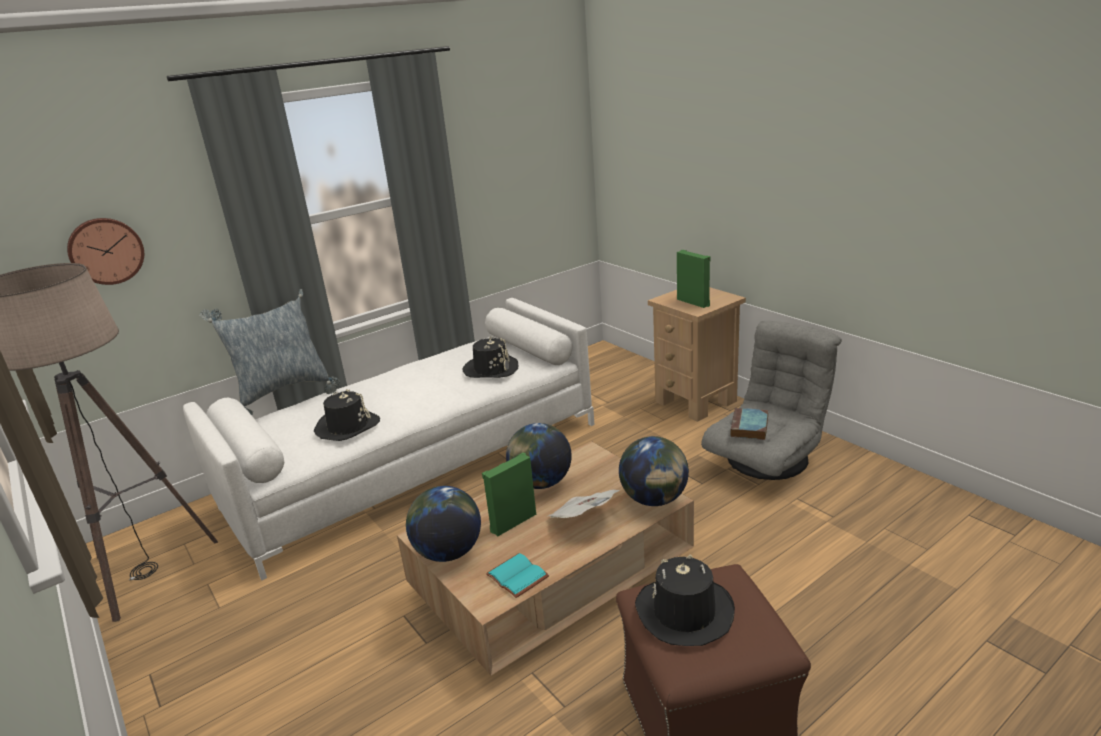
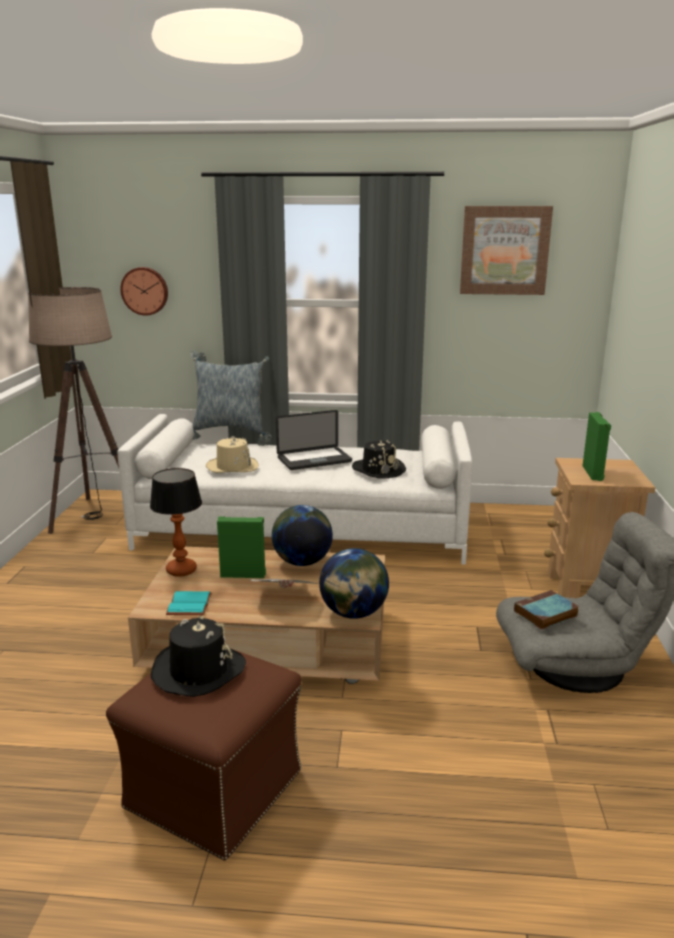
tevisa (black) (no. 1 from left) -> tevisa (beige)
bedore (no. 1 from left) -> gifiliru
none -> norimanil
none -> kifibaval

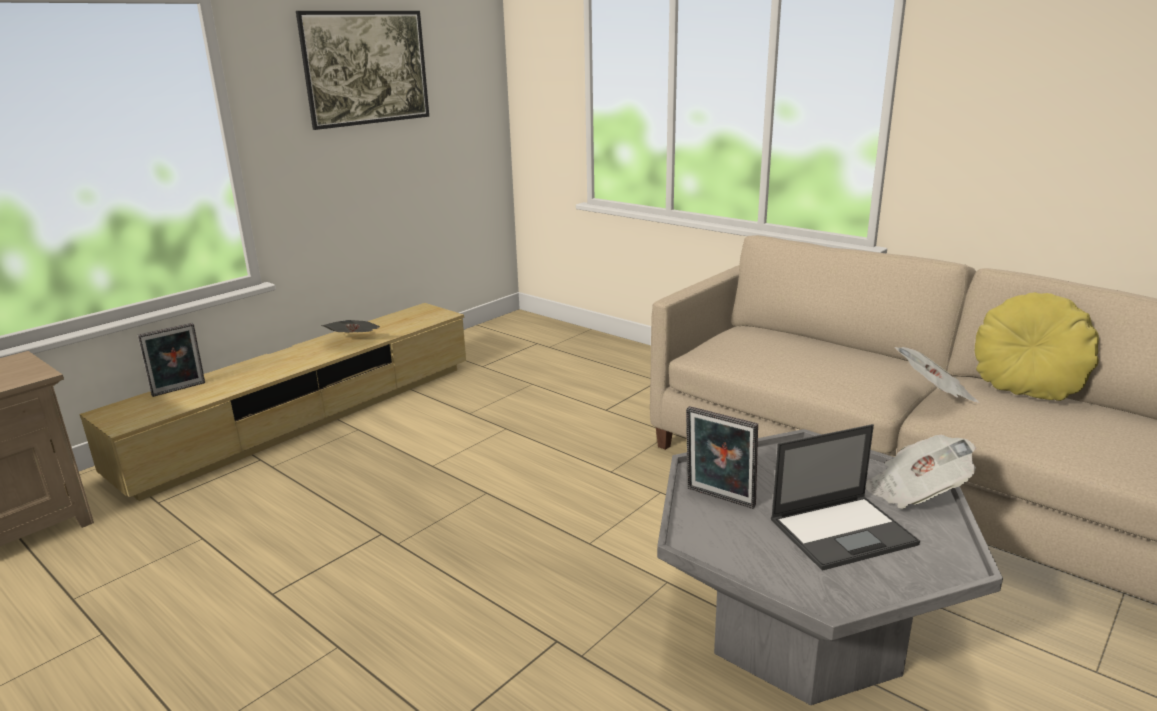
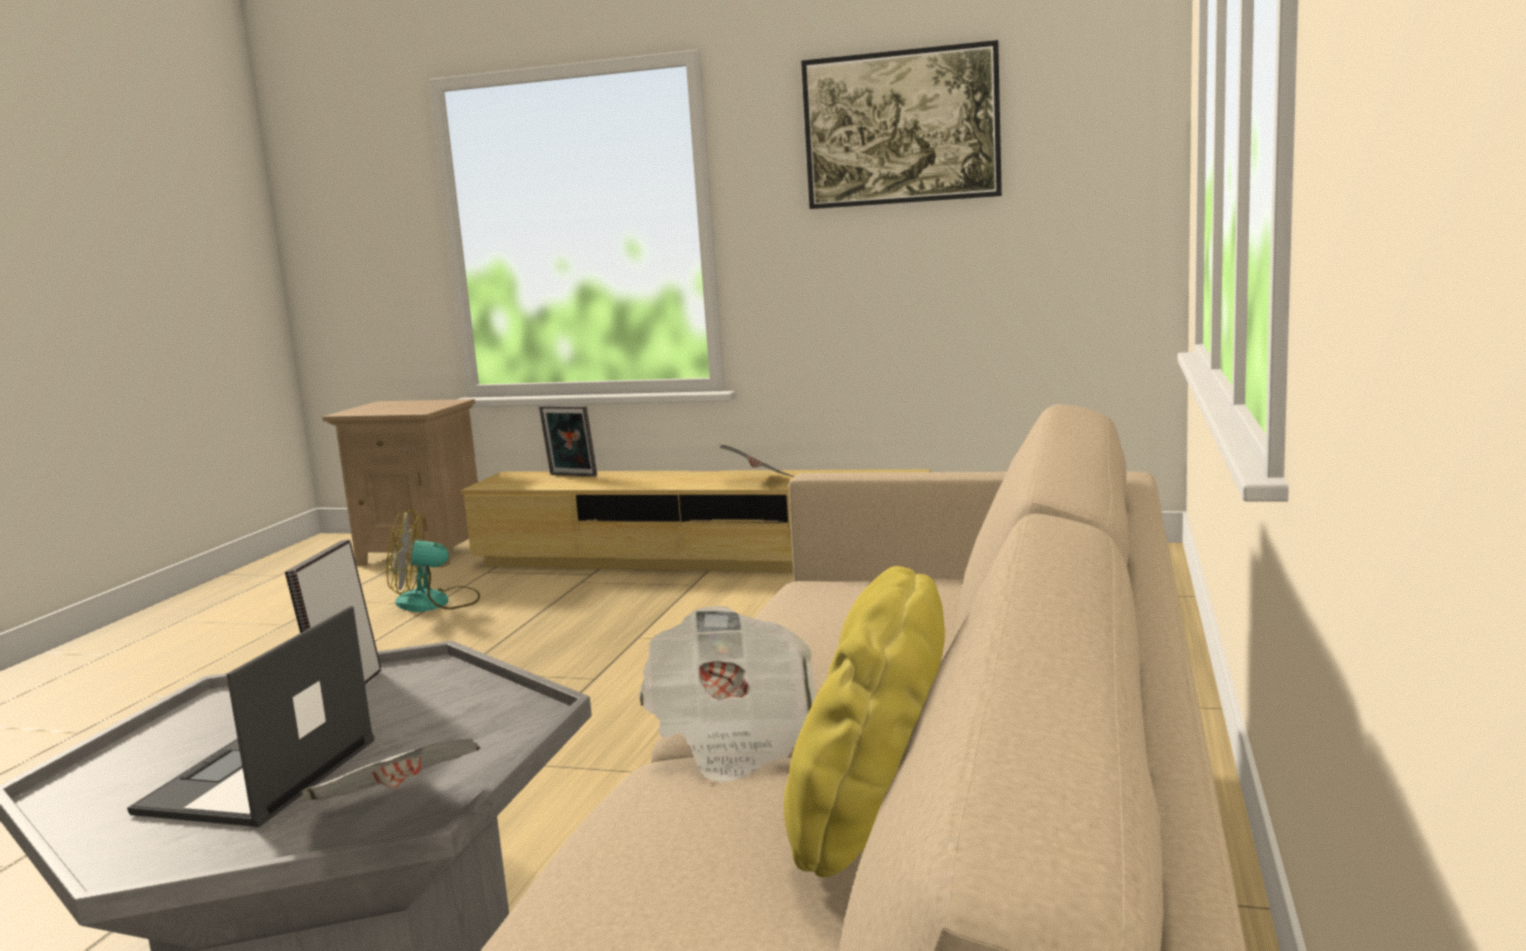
kifibaval, 60 degrees clockwise
none -> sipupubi

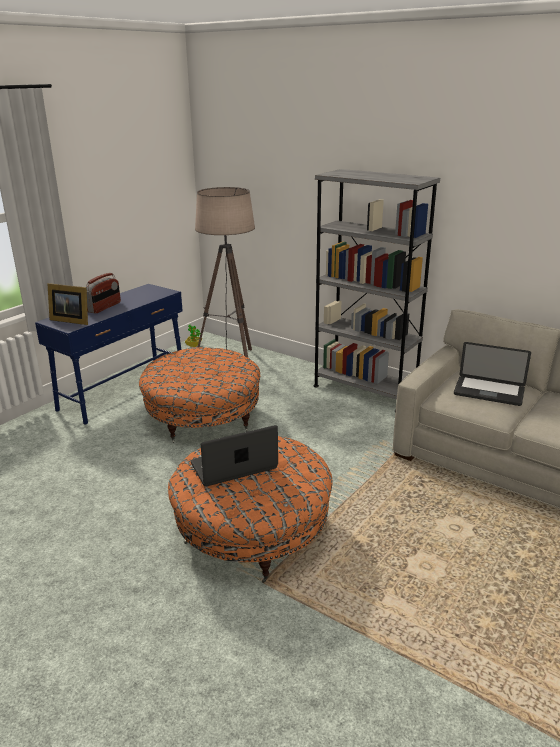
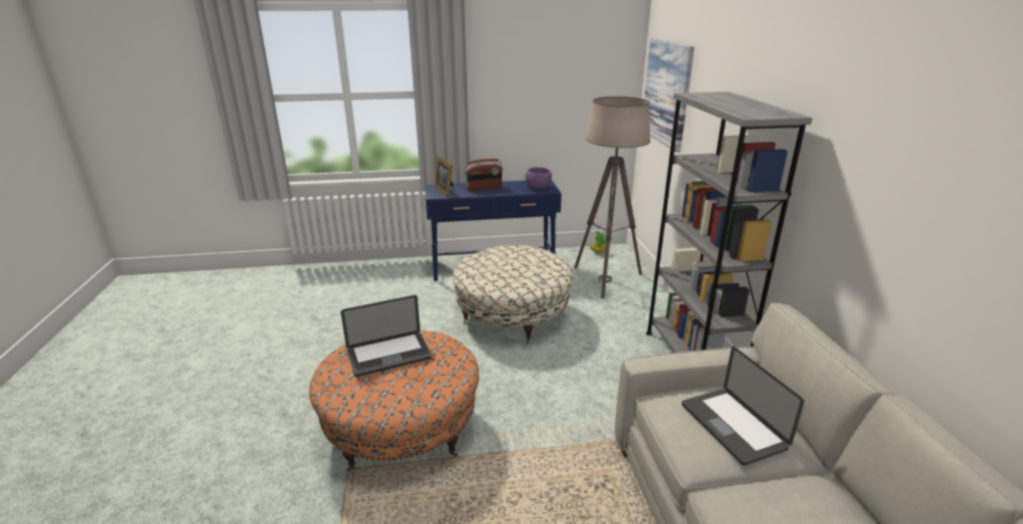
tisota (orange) (no. 1 from left) -> tisota (beige)
kifibaval (no. 1 from left), 135 degrees clockwise
none -> norimanil
none -> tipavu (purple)

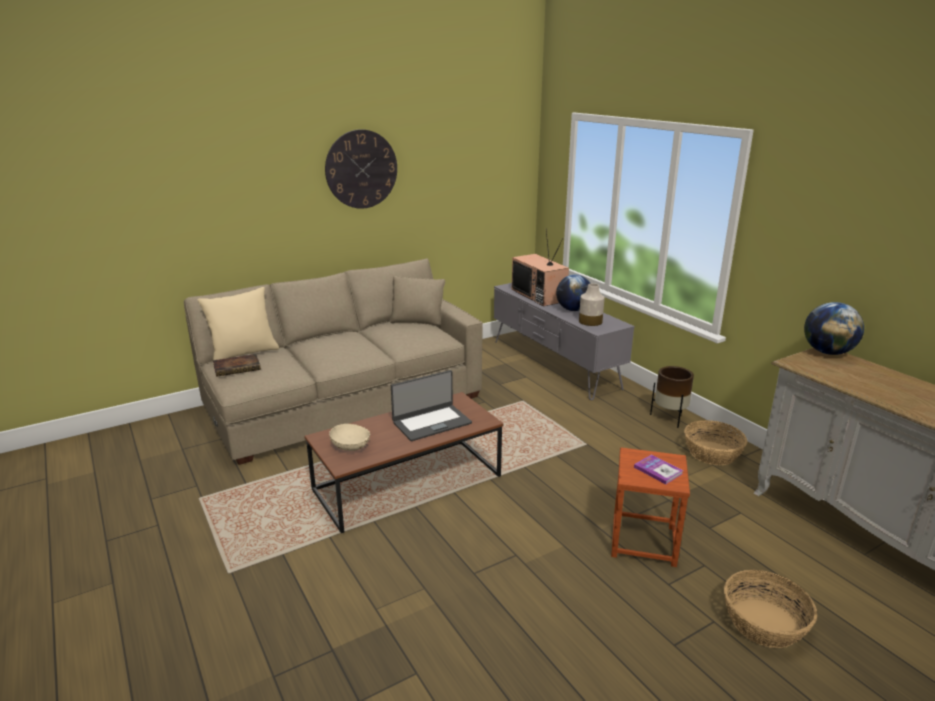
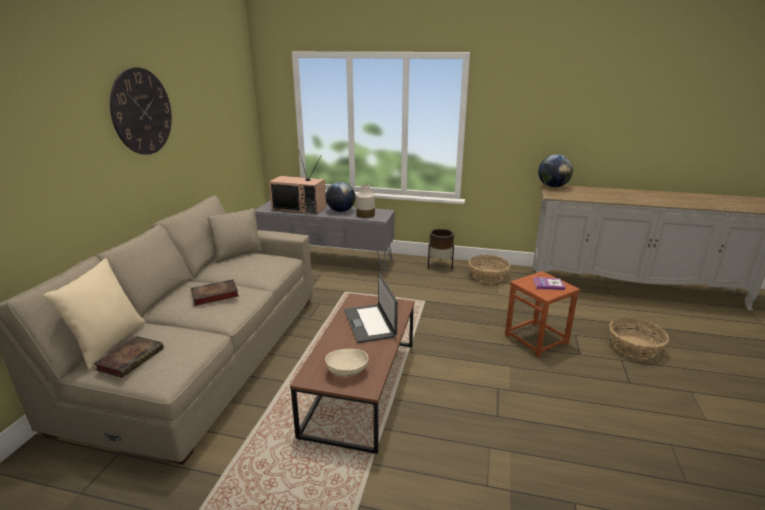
kifibaval, 150 degrees clockwise
none -> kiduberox (no. 2 from left)

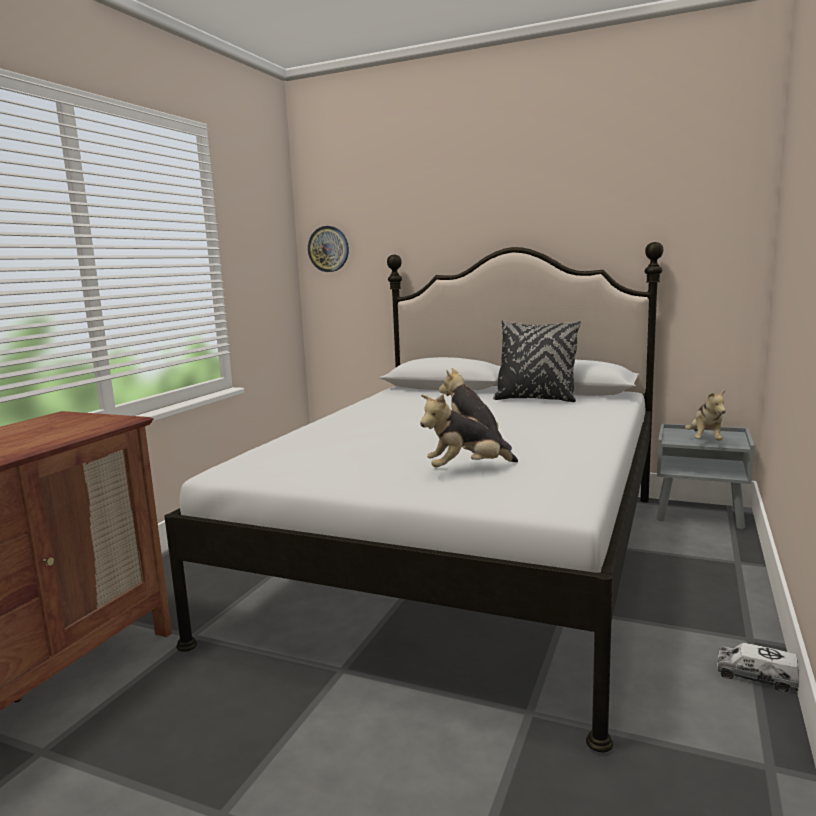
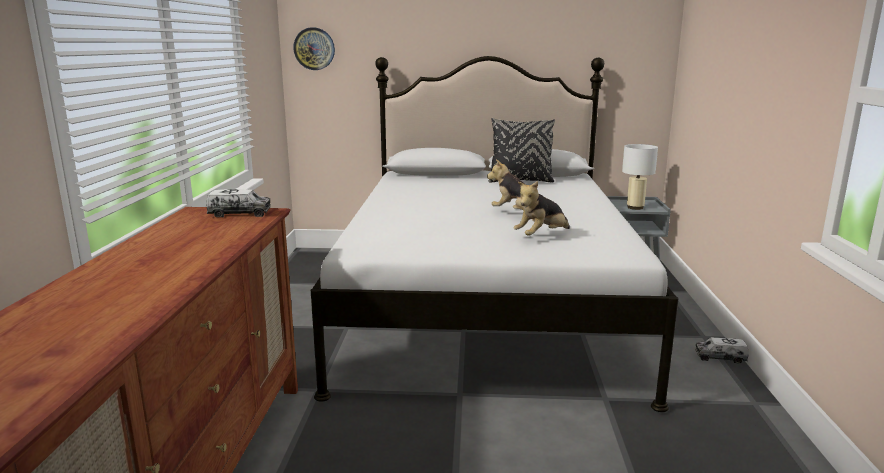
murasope (no. 3 from left) -> gifiliru (white)
none -> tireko (no. 1 from left)

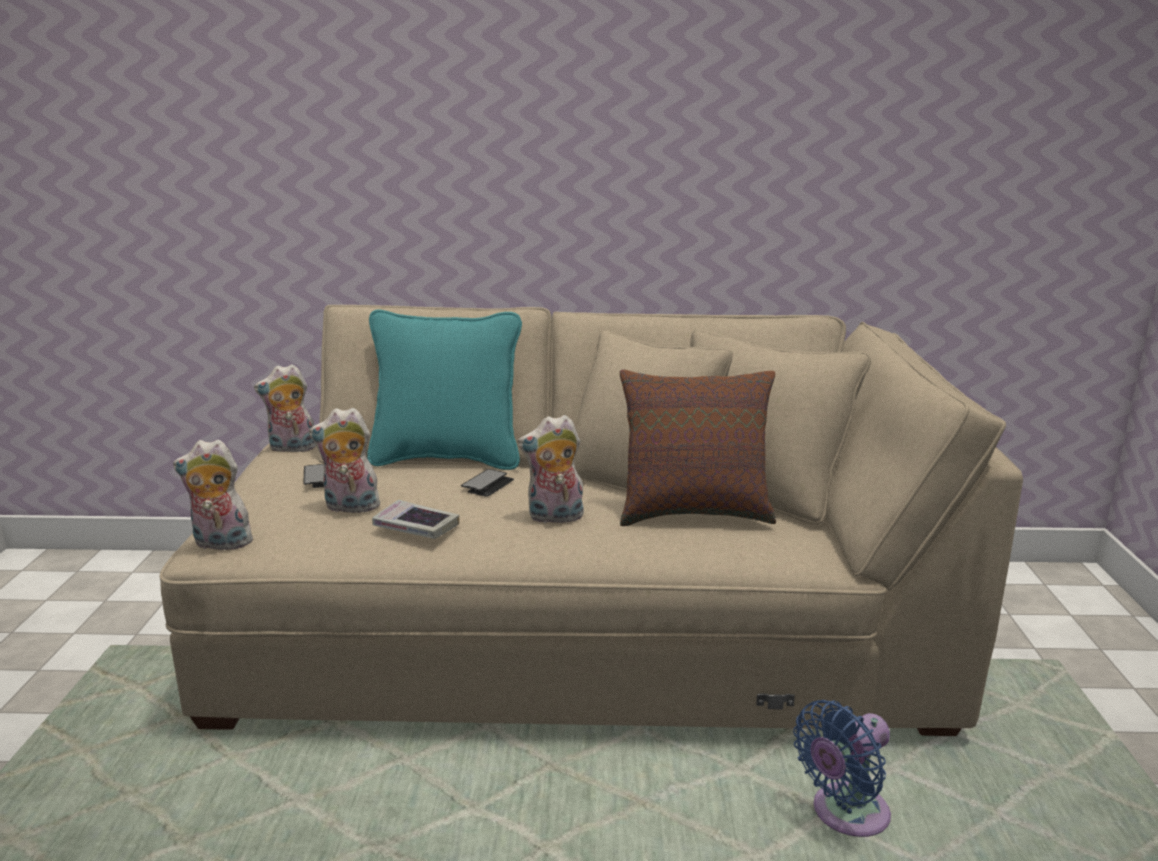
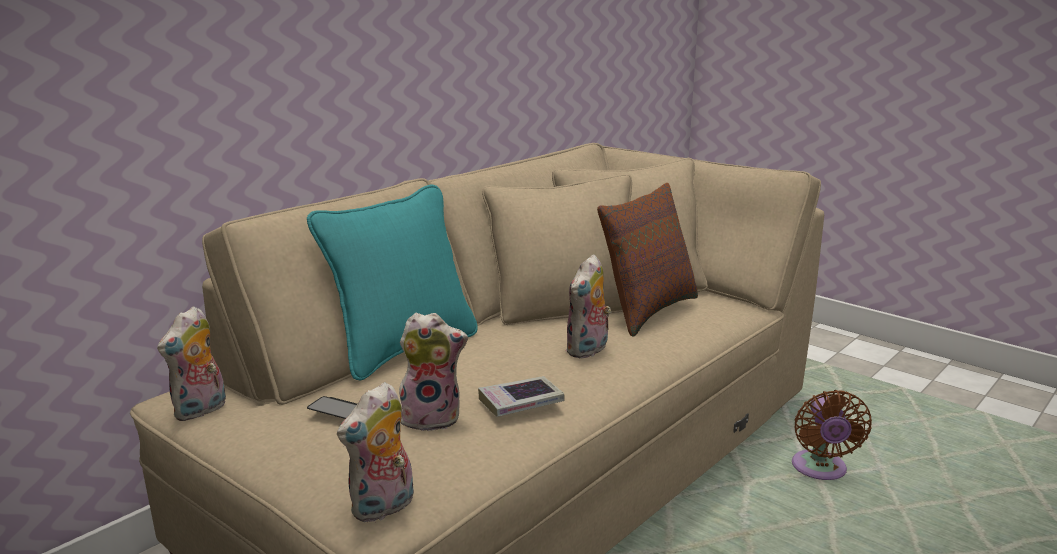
murasope (no. 3 from left), 135 degrees counterclockwise
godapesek (no. 2 from left) -> none
sipupubi (blue) -> sipupubi (brown)

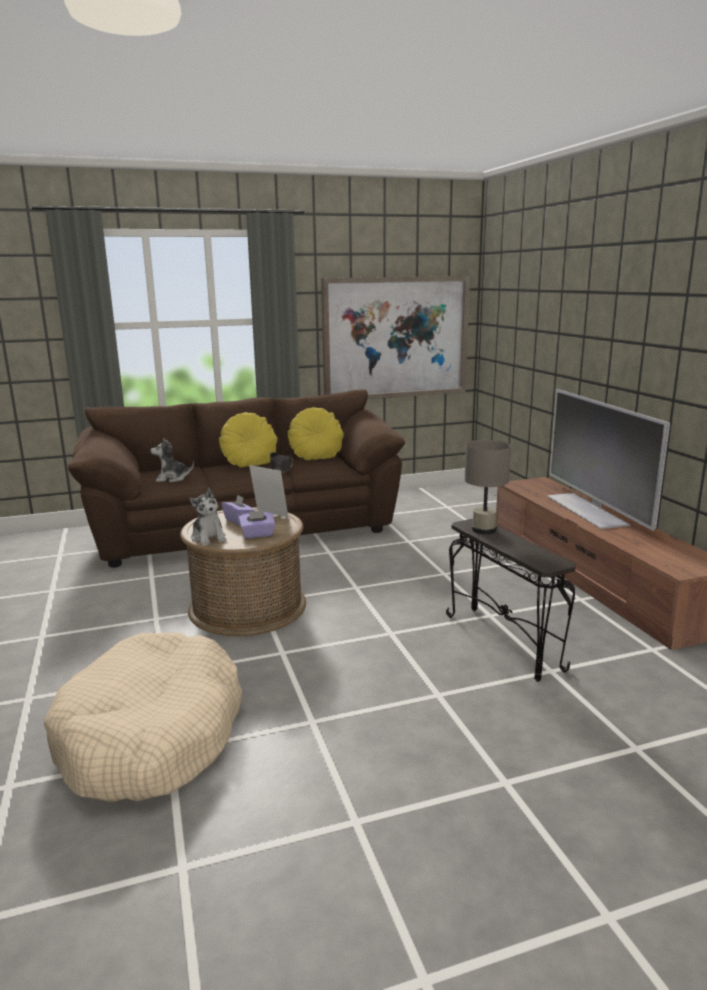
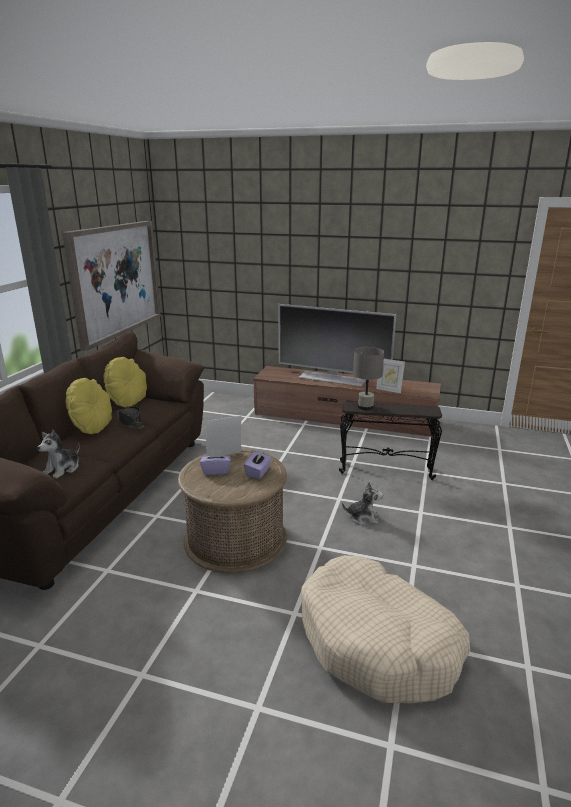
murasope (no. 2 from left), relocated
none -> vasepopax (no. 2 from left)

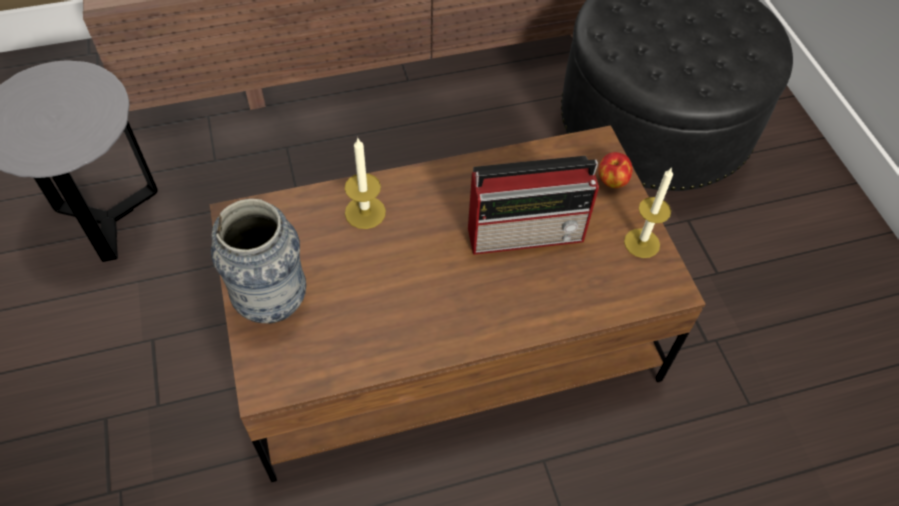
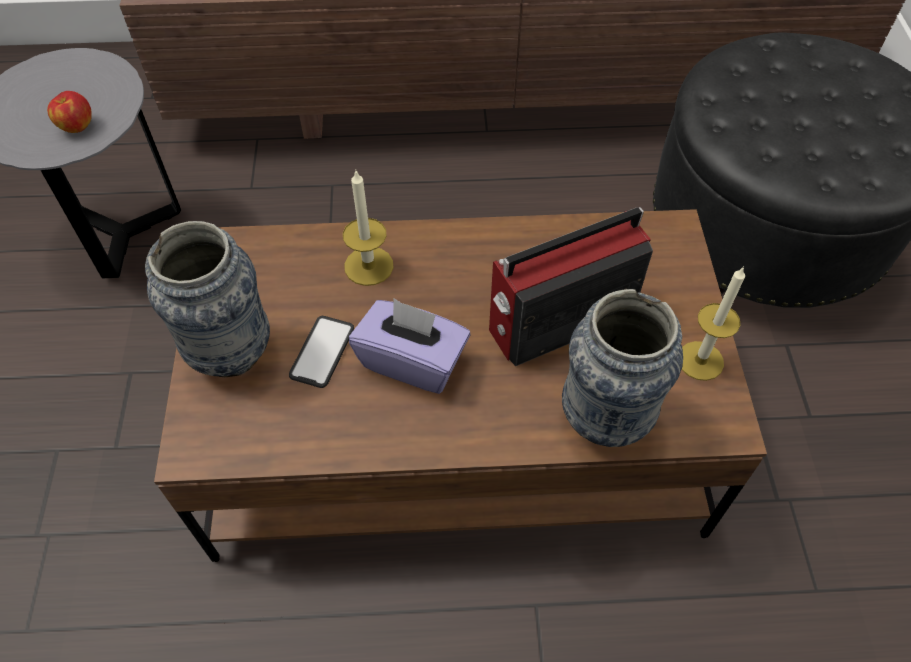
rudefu, relocated
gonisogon, 150 degrees clockwise
none -> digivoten (no. 2 from left)
none -> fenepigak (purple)
none -> godapesek

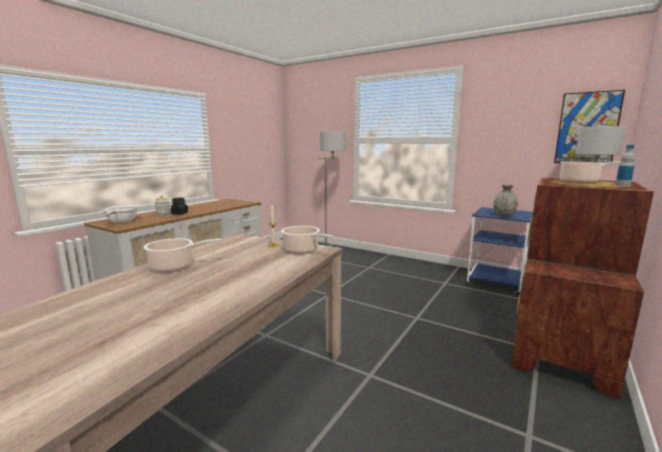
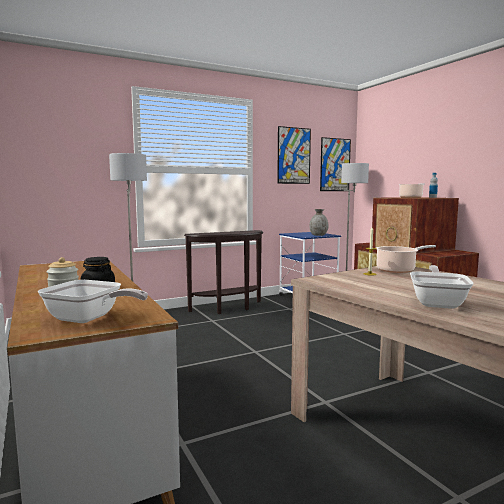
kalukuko (no. 1 from left) -> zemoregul (no. 2 from left)
none -> norimanil (no. 1 from left)
none -> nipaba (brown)

